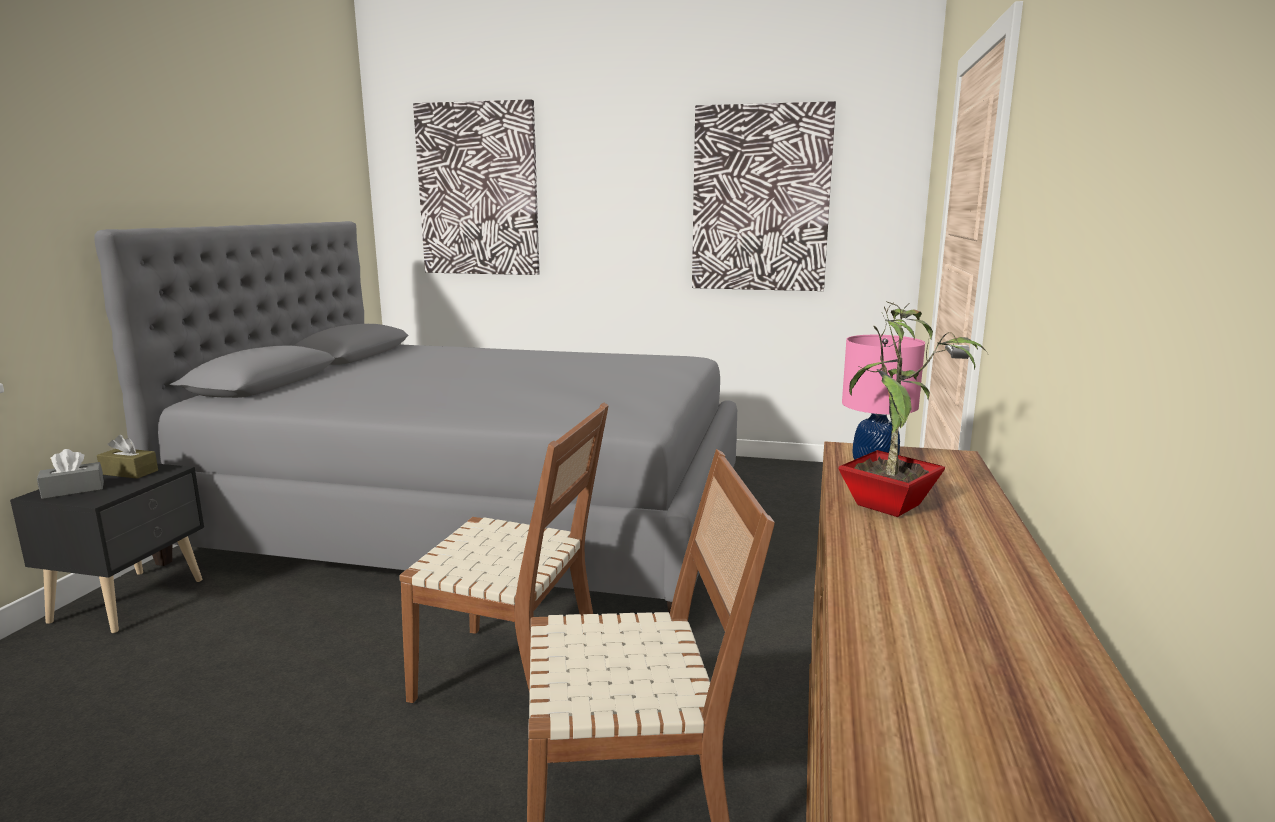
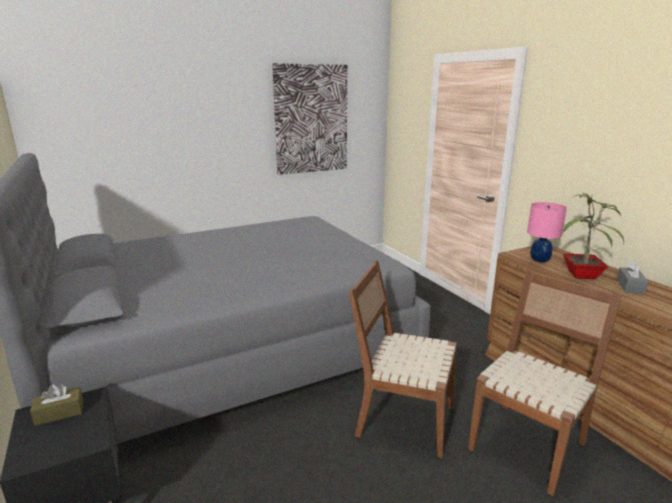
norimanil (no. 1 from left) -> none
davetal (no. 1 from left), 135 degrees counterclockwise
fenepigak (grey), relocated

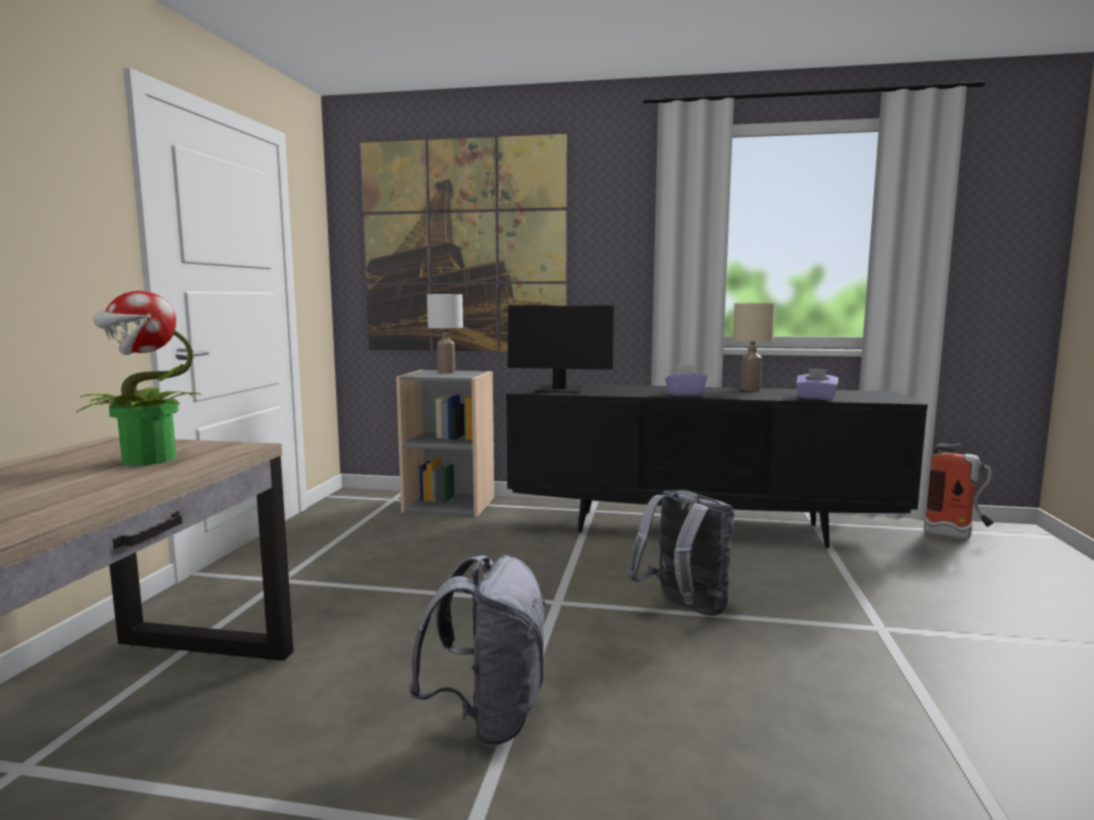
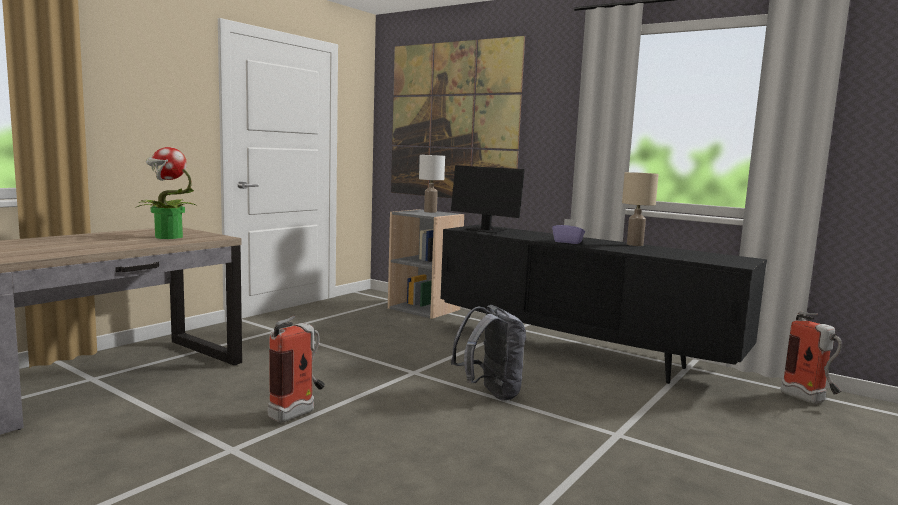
fenepigak (purple) (no. 2 from left) -> none
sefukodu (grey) (no. 1 from left) -> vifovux (no. 1 from left)

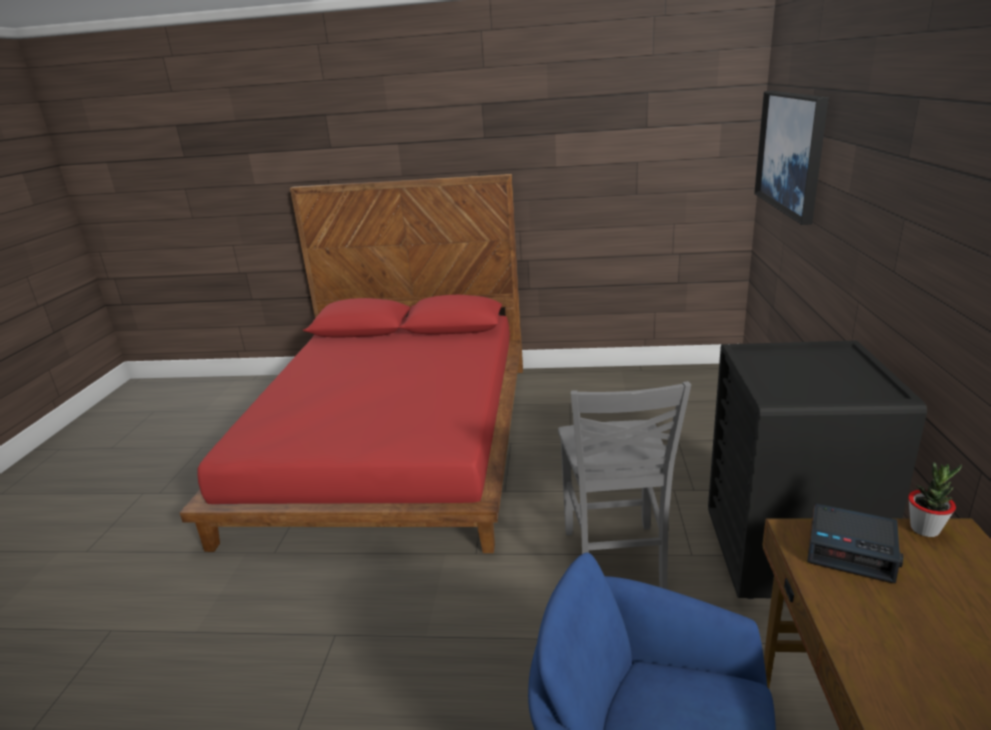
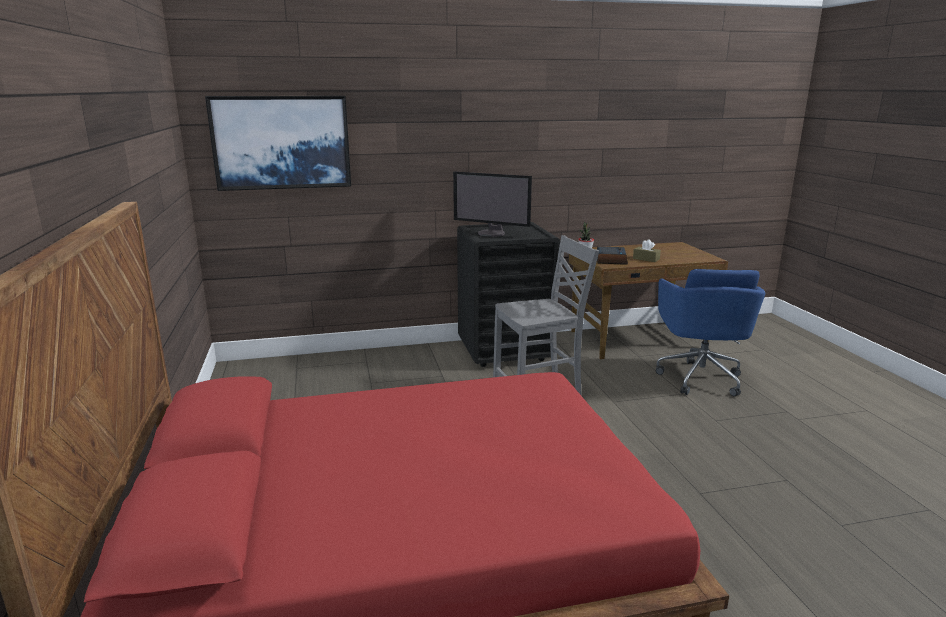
none -> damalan
none -> fenepigak (brown)

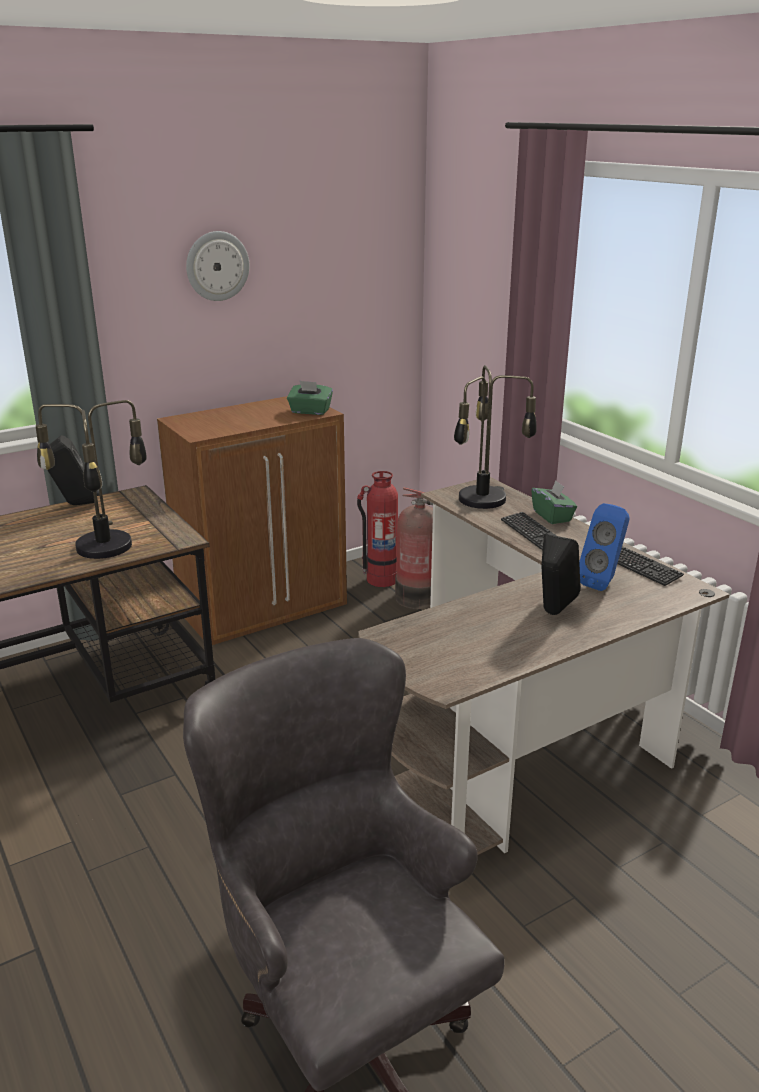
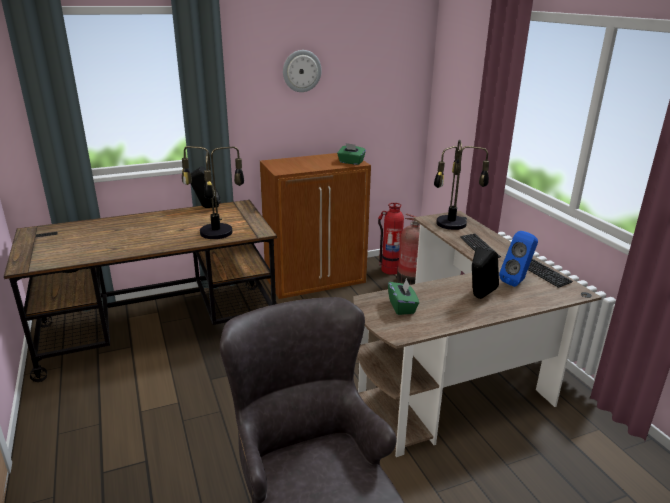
fenepigak (green) (no. 2 from left), relocated

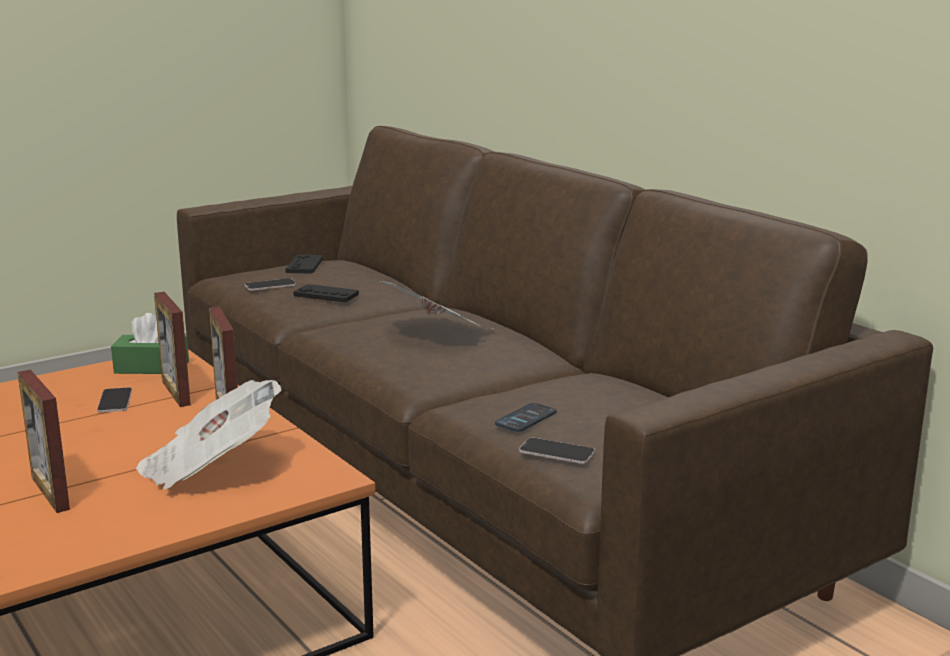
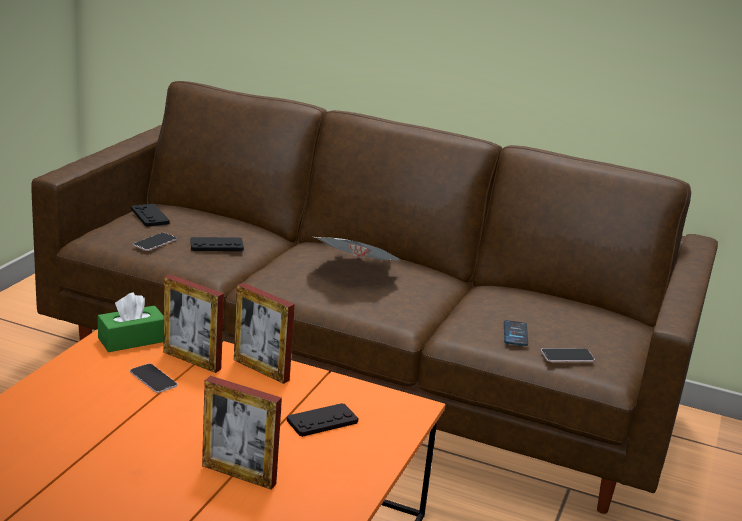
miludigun (no. 1 from left) -> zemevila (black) (no. 3 from left)

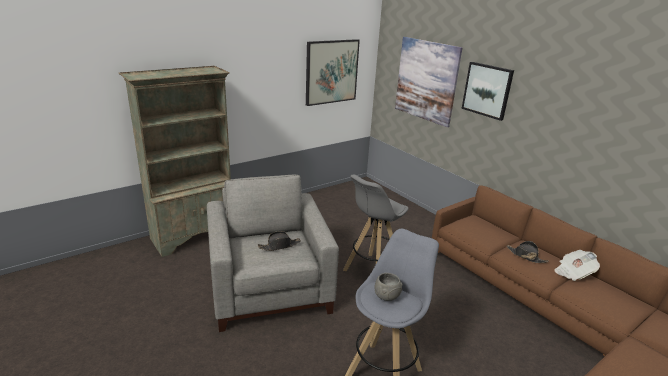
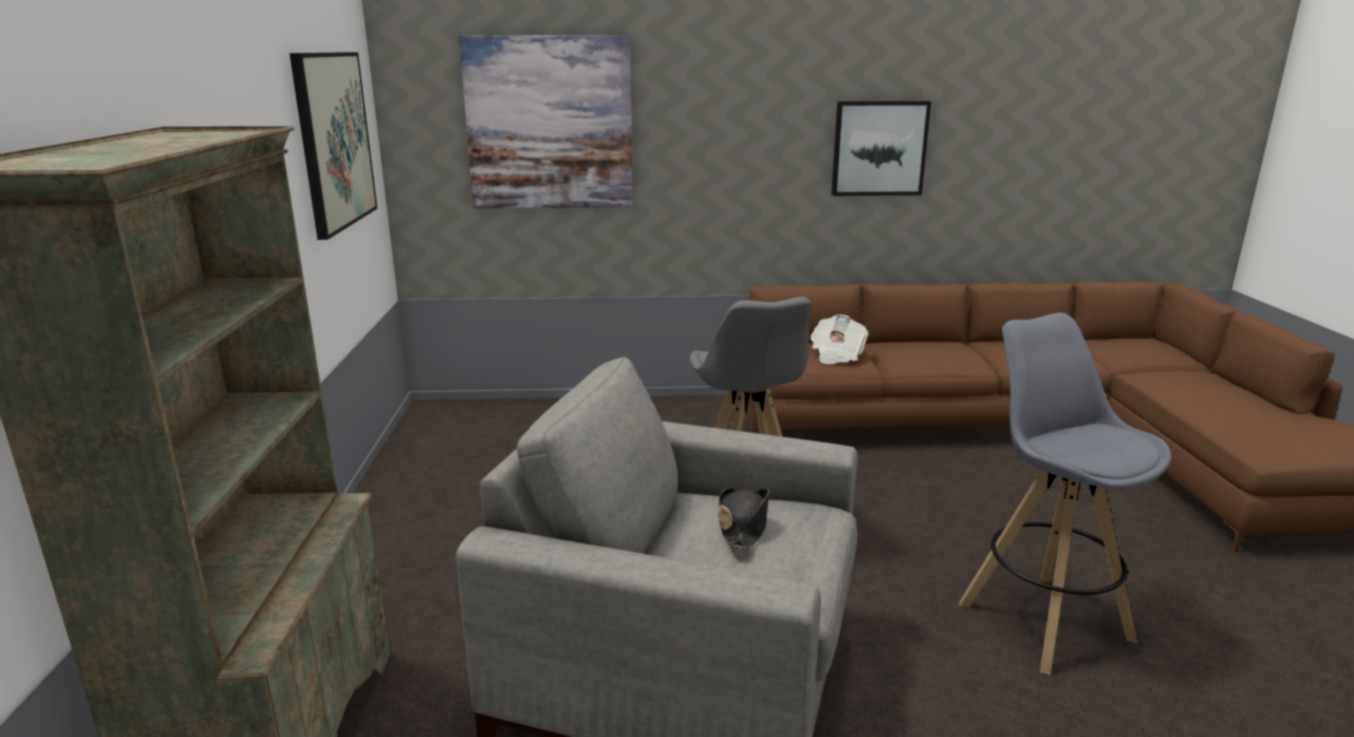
norimanil (no. 3 from left), relocated
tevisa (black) (no. 2 from left) -> none
miludigun, relocated
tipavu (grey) -> none

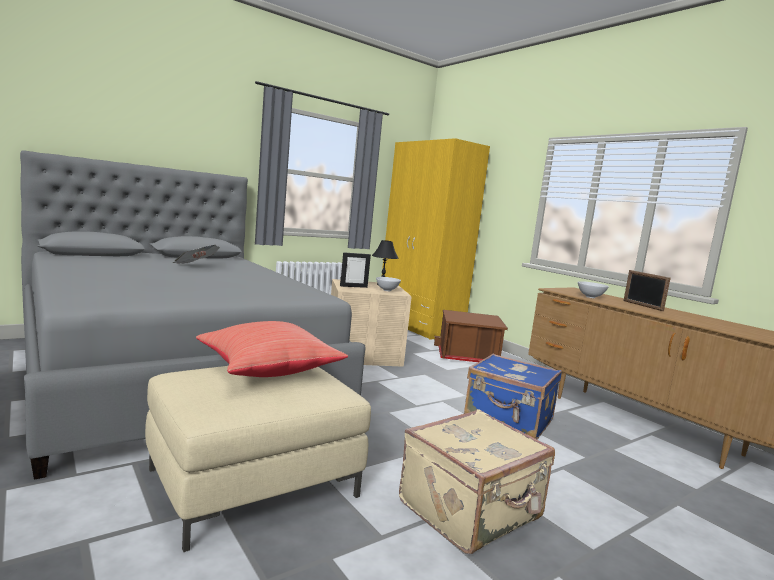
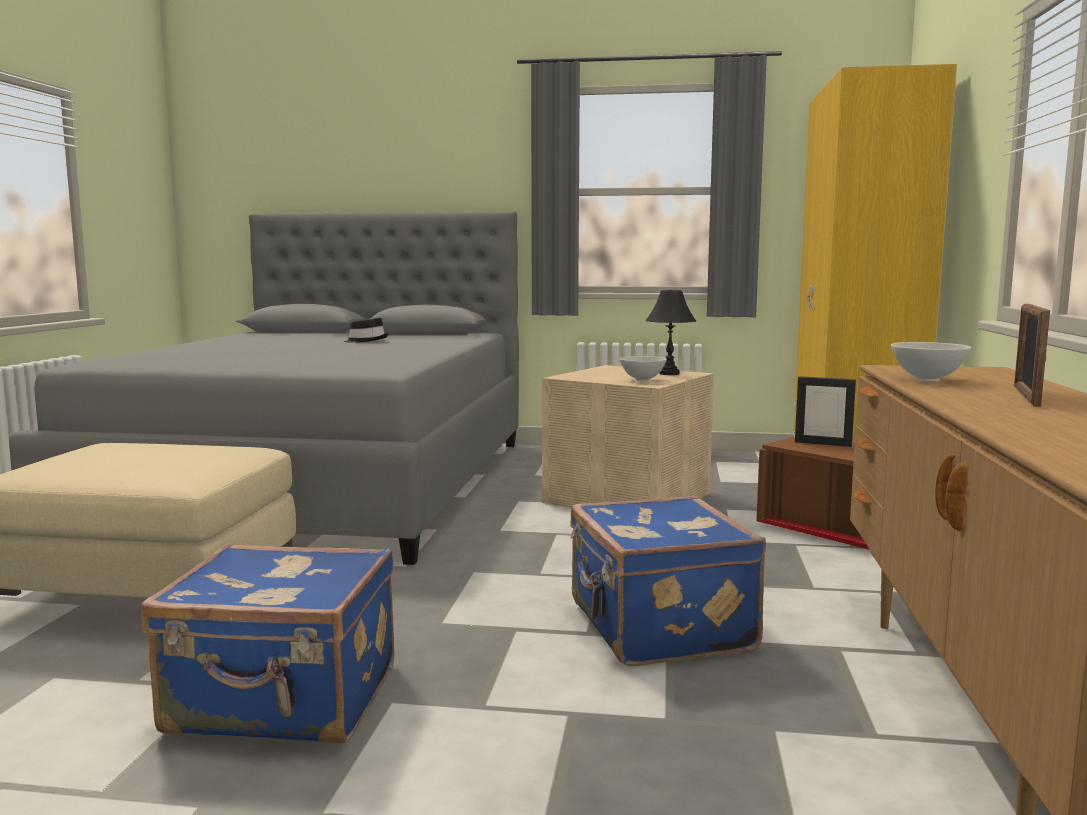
miludigun -> tevisa (black)
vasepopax (no. 1 from left), relocated
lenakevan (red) -> none
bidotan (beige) -> bidotan (blue) (no. 1 from left)

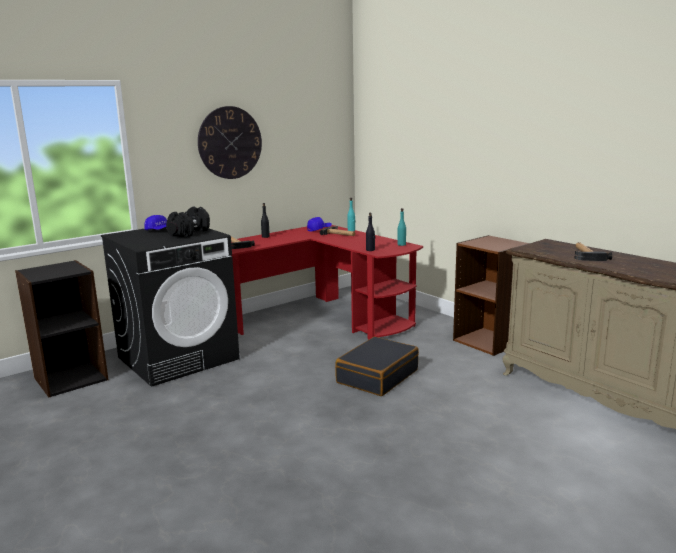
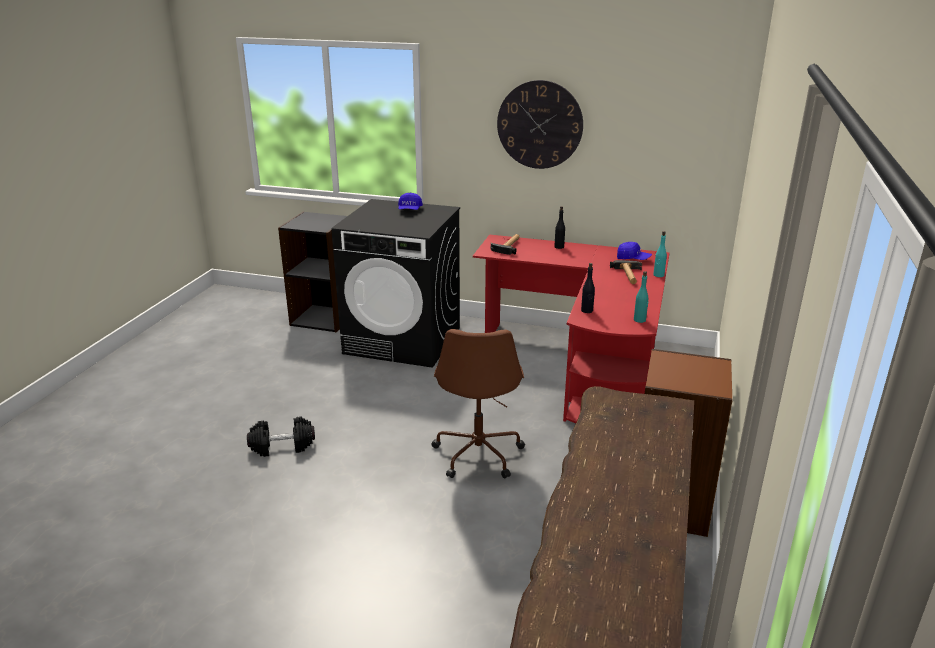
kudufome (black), relocated
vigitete (no. 3 from left) -> none
bidotan (black) -> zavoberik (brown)

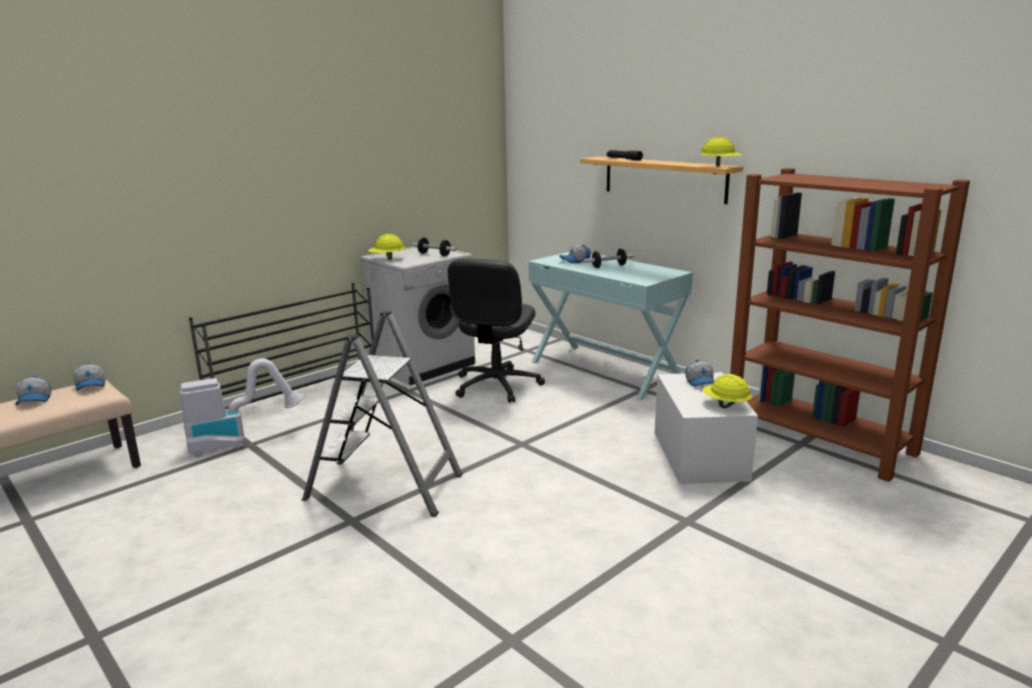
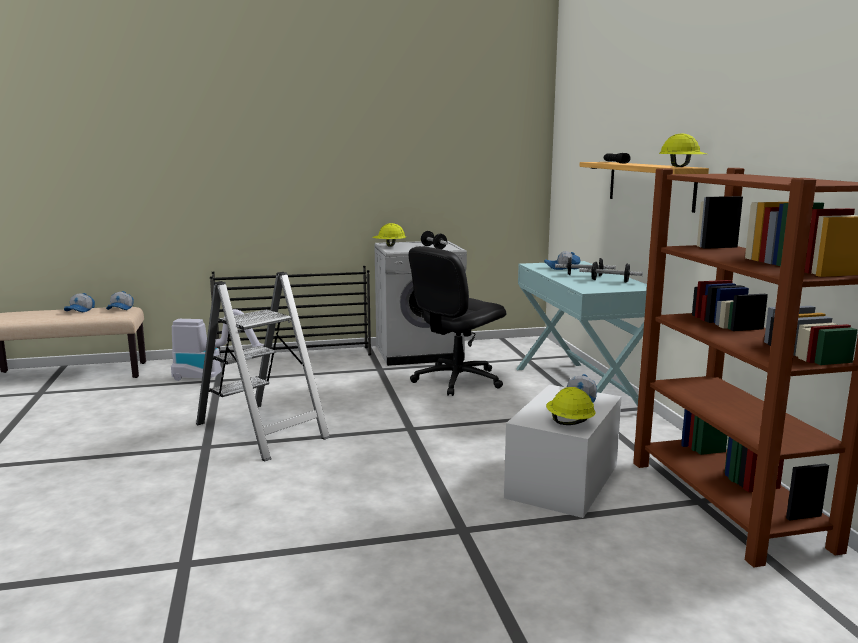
none -> kudufome (no. 3 from left)

